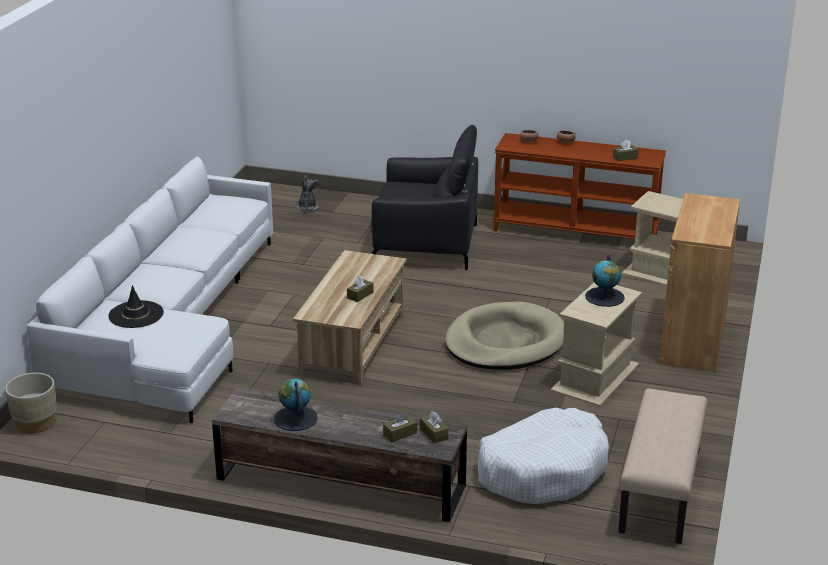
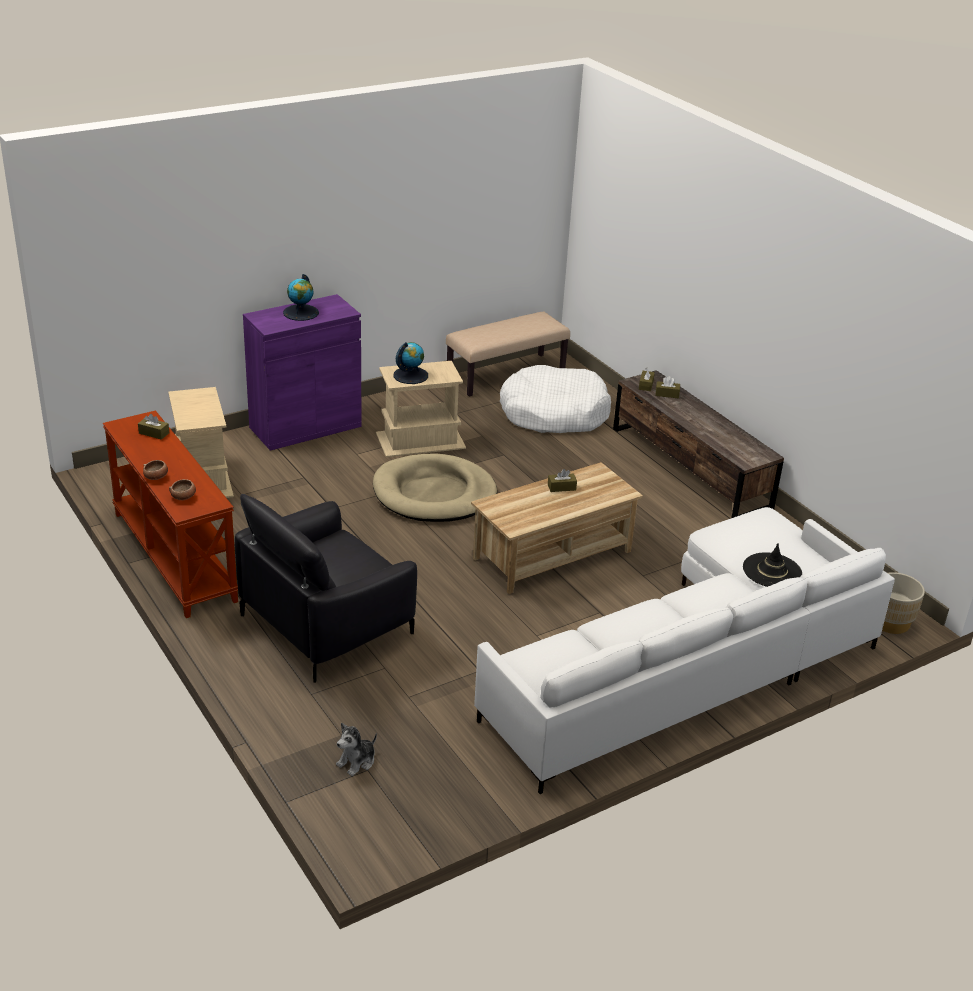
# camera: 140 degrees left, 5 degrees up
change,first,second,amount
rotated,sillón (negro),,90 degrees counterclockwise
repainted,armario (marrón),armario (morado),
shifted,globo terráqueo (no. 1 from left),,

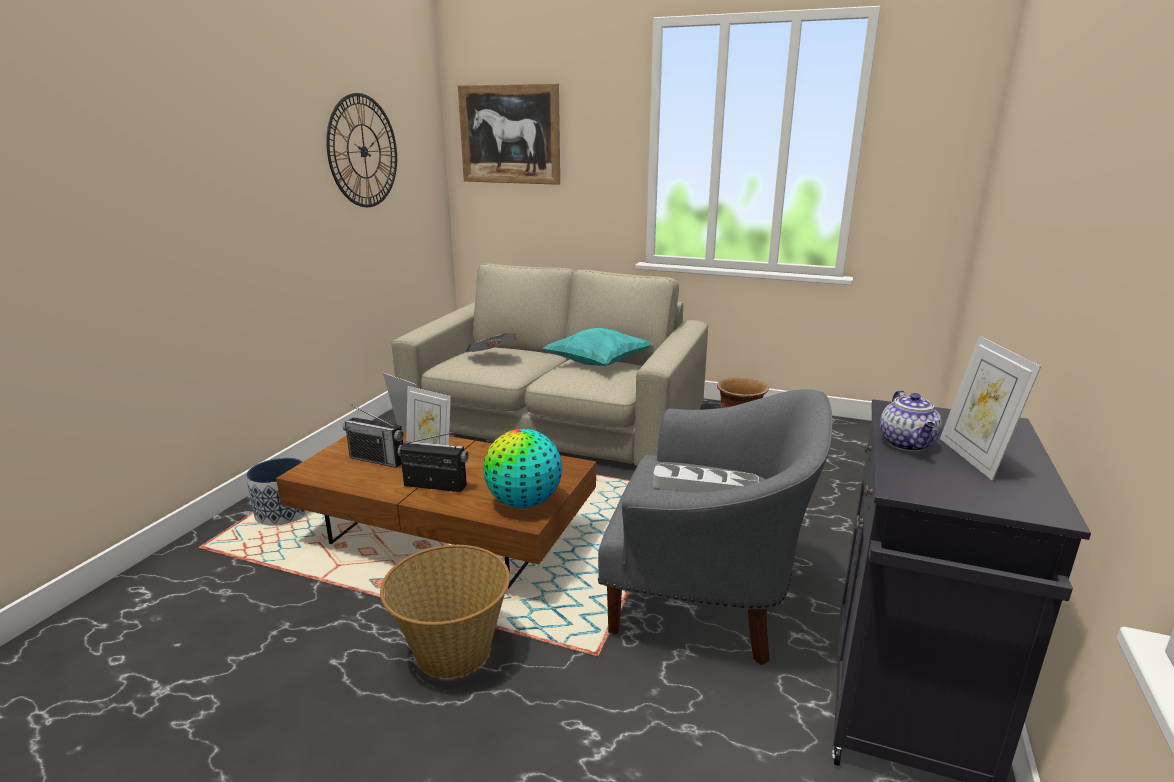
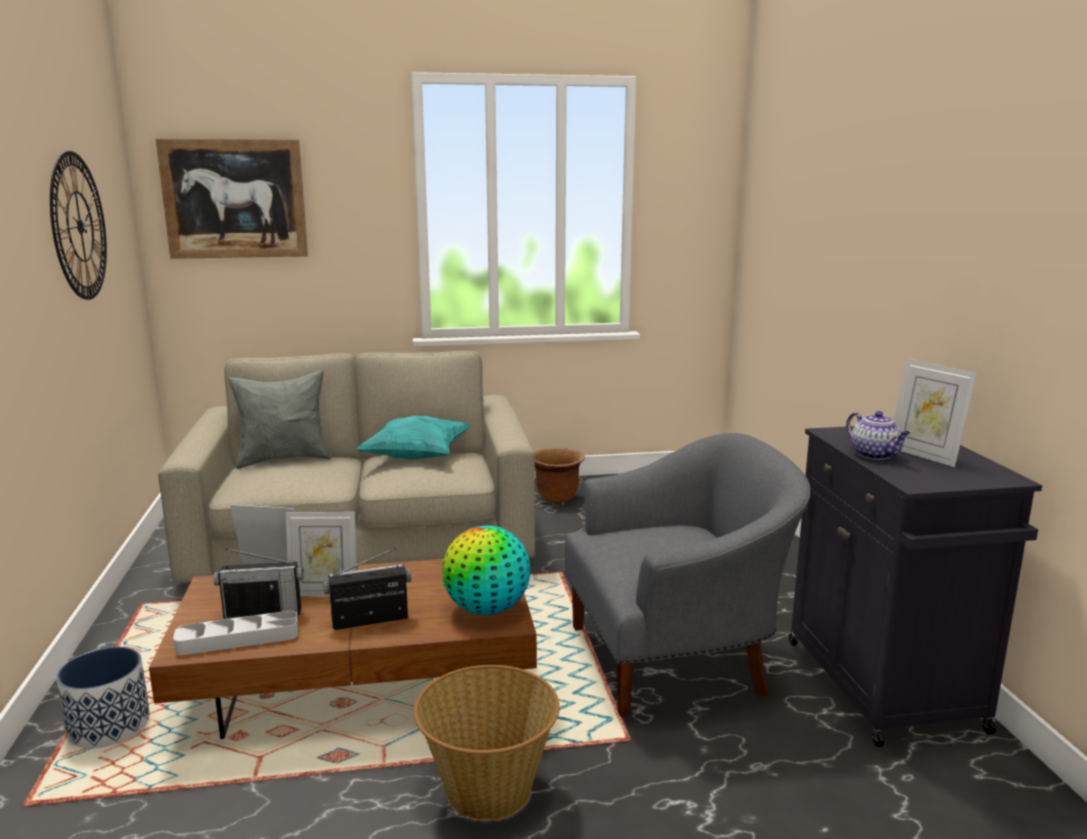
# camera: 30 degrees left, 5 degrees down
change,first,second,amount
gone,periódico,,
shifted,bandeja (gris),,
new,,cojín (gris),

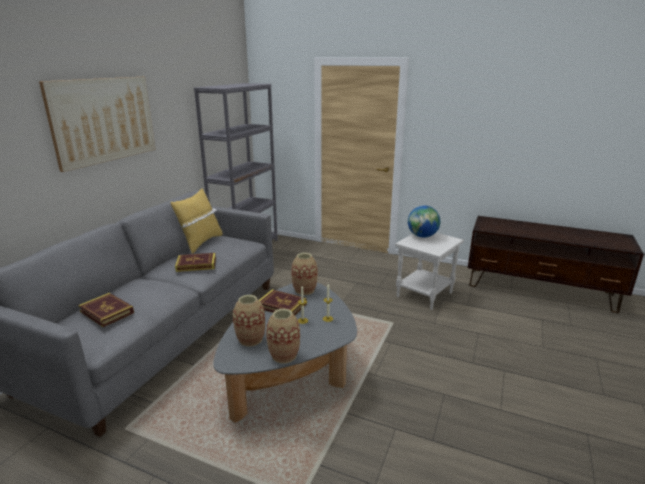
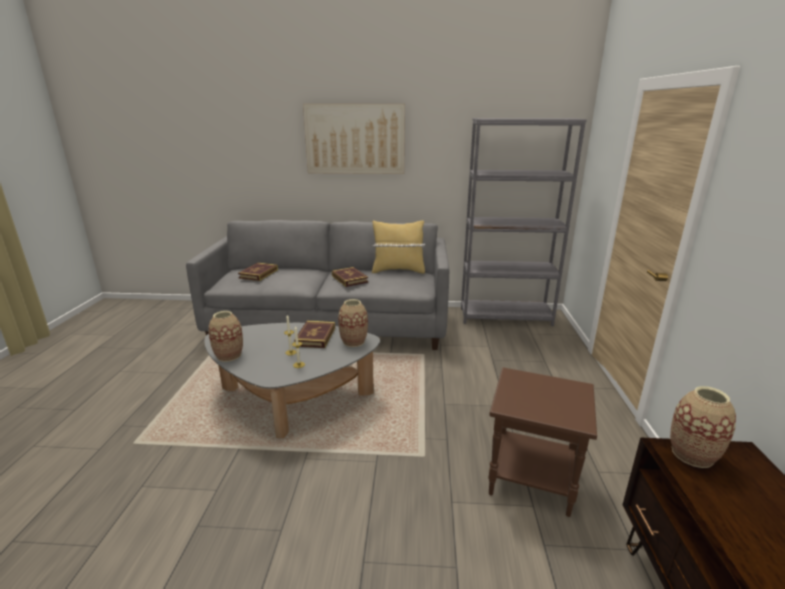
# camera: 70 degrees right, 0 degrees up
change,first,second,amount
gone,globo terráqueo,,
repainted,mesa auxiliar (blanco),mesa auxiliar (marrón),
shifted,florero (no. 1 from left in the first image),florero (no. 3 from left),

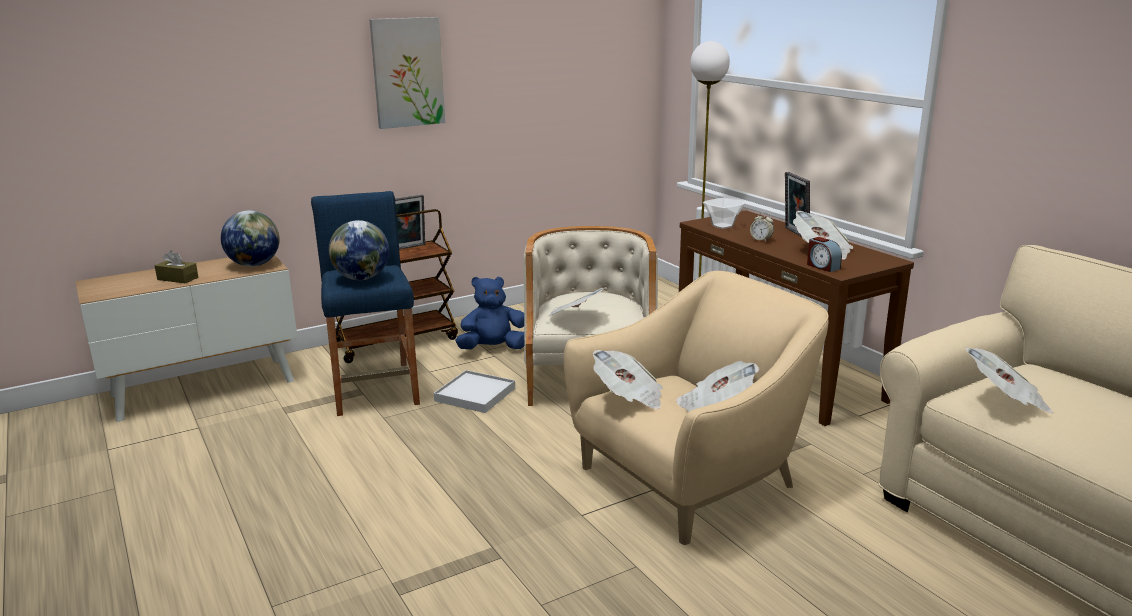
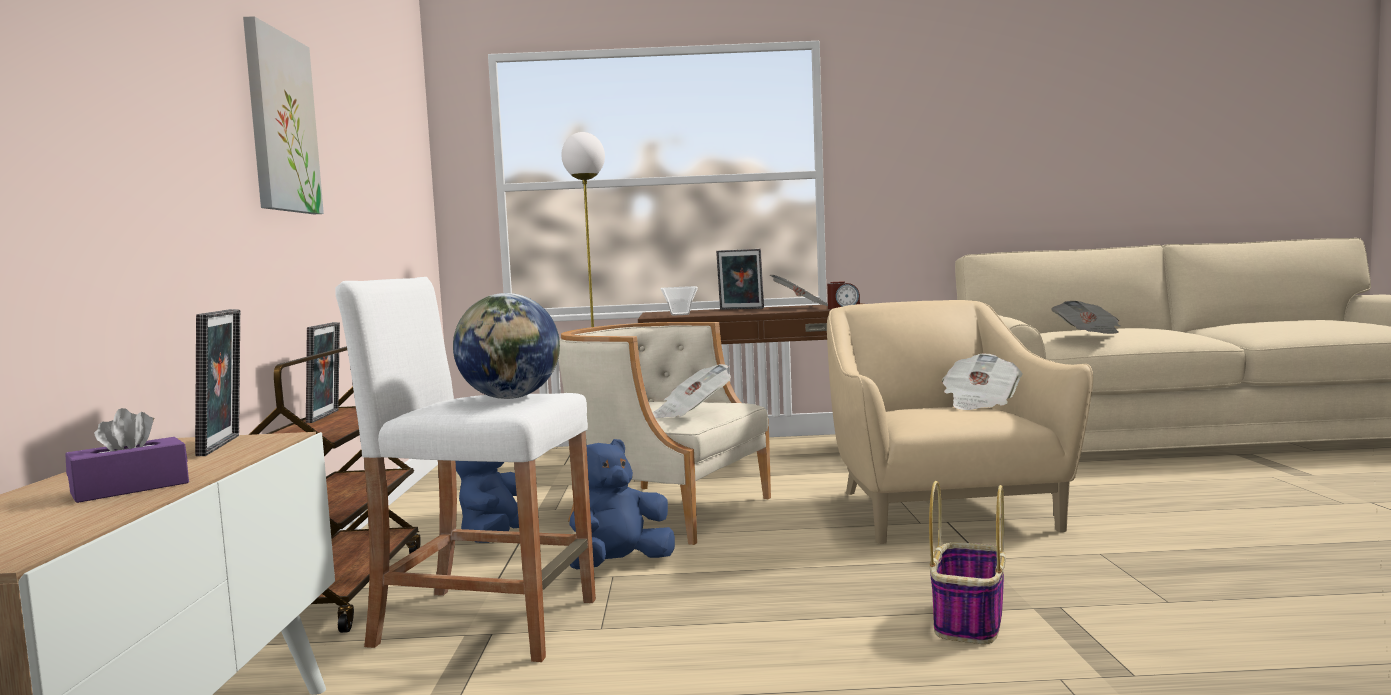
# camera: 60 degrees left, 15 degrees down
change,first,second,amount
repainted,taburete (azul),taburete (blanco),
swapped,globo terráqueo (no. 1 from left),portarretratos (no. 1 from left),
gone,despertador (no. 1 from left),,
repainted,caja de pañuelos (marrón),caja de pañuelos (morado),
gone,periódico (no. 2 from left),,
swapped,bandeja (blanco),peluche (azul) (no. 2 from left),
new,,cesta,

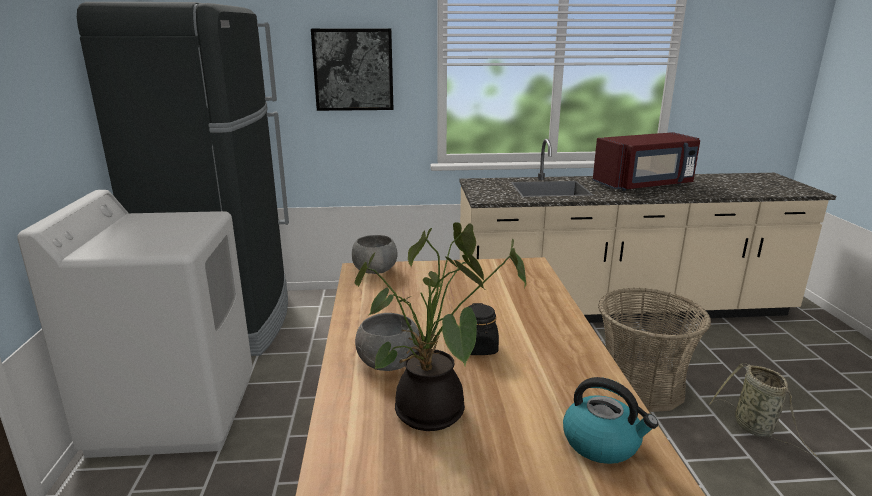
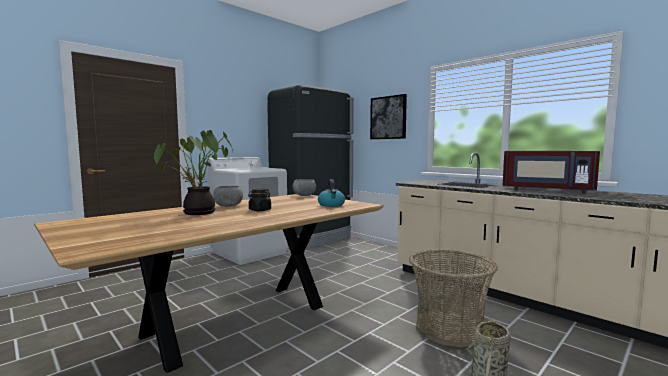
# camera: 50 degrees right, 15 degrees down
change,first,second,amount
shifted,hervidor,,

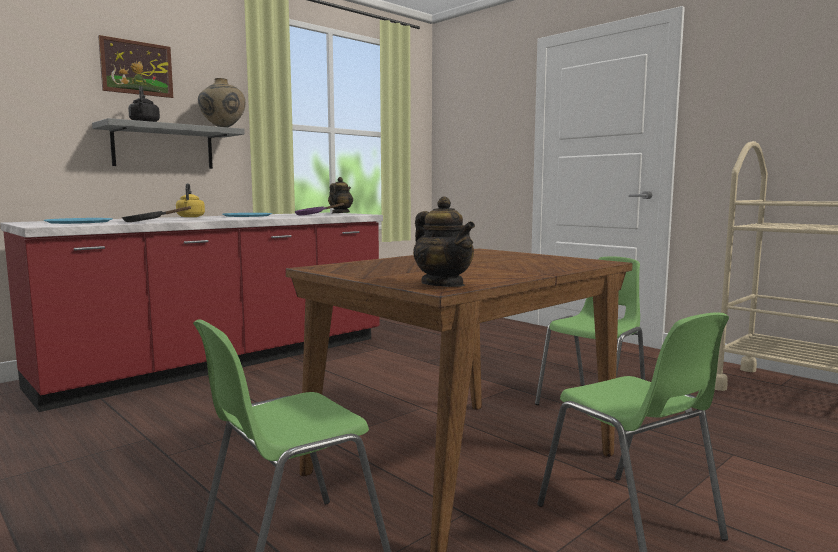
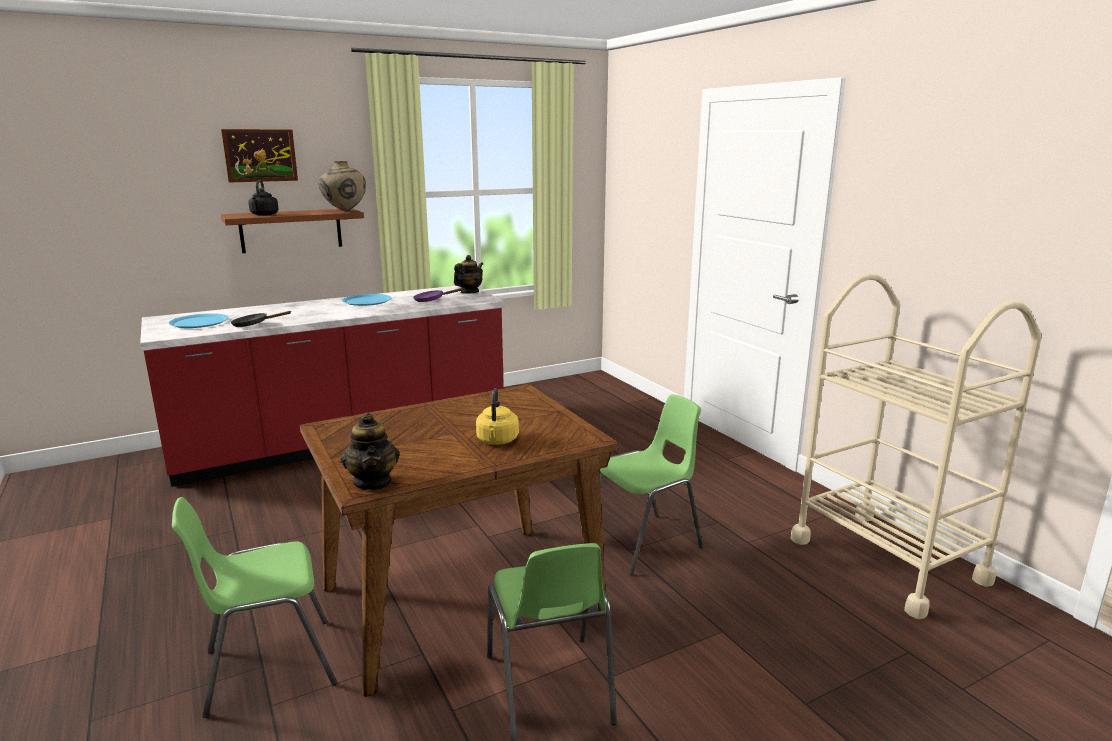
# camera: 15 degrees right, 10 degrees up
change,first,second,amount
repainted,estante (gris),estante (marrón),
shifted,hervidor (amarillo),,

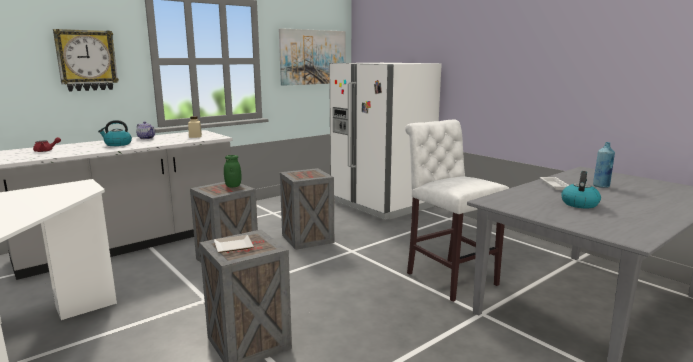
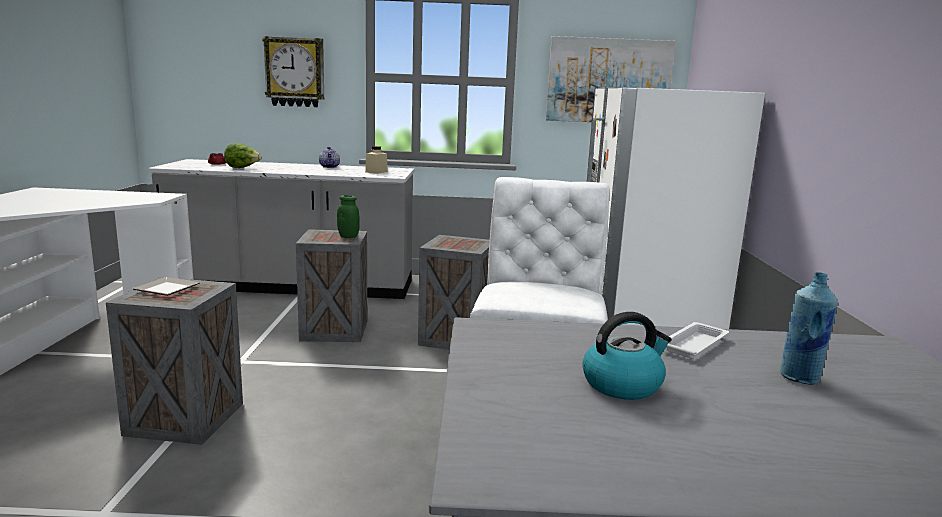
# camera: 40 degrees right, 0 degrees up
change,first,second,amount
gone,hervidor (no. 1 from left),,
new,,lechuga,

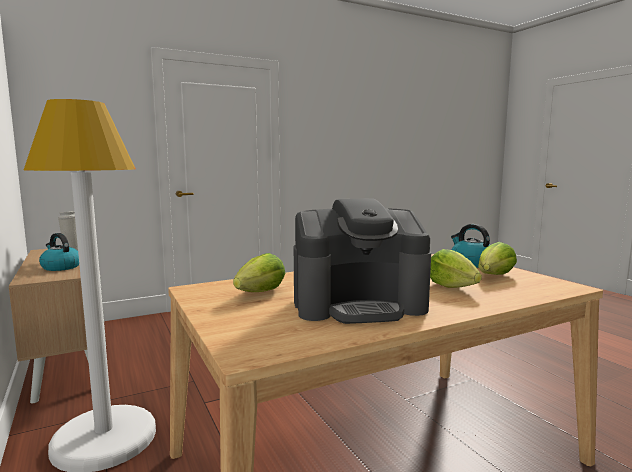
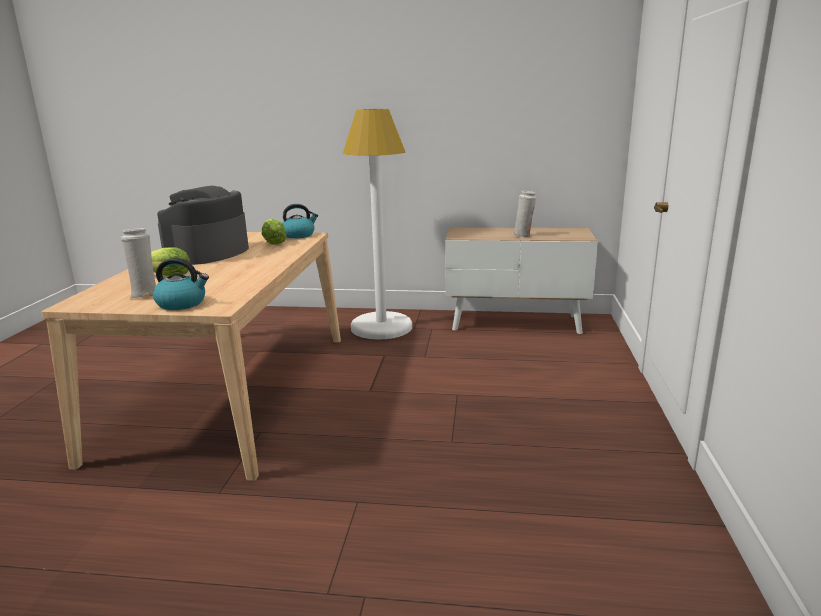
# camera: 125 degrees right, 10 degrees up
change,first,second,amount
shifted,hervidor (no. 1 from left in the first image),hervidor (no. 2 from left),
swapped,lechuga (no. 3 from left),florero (blanco) (no. 1 from left),

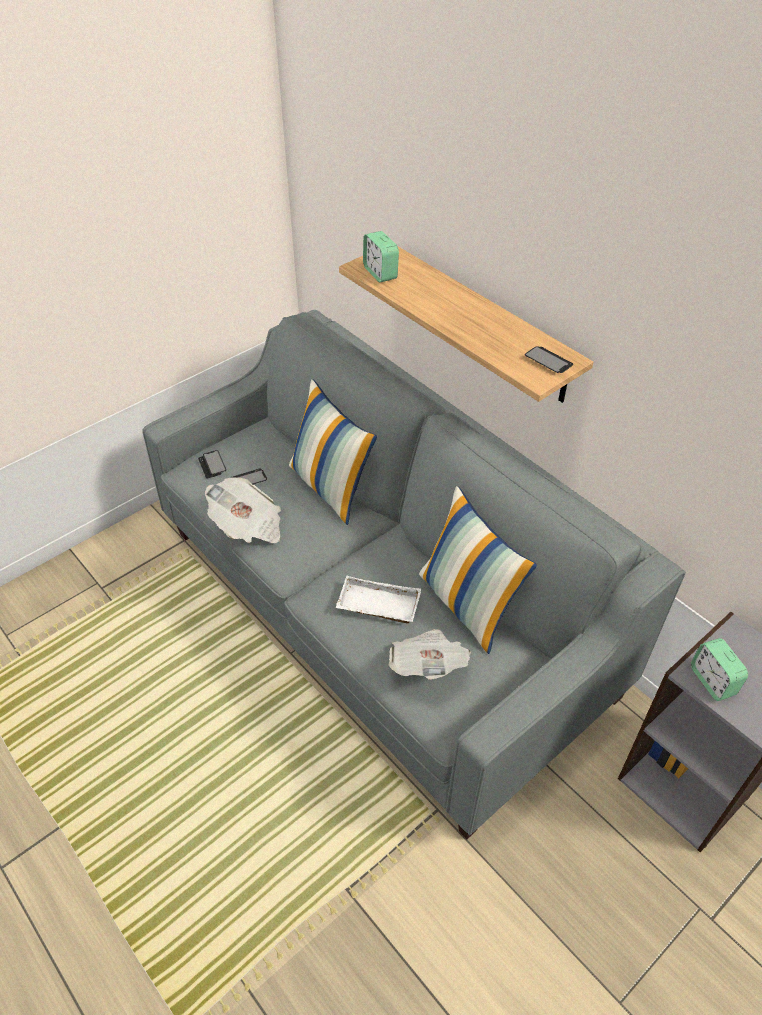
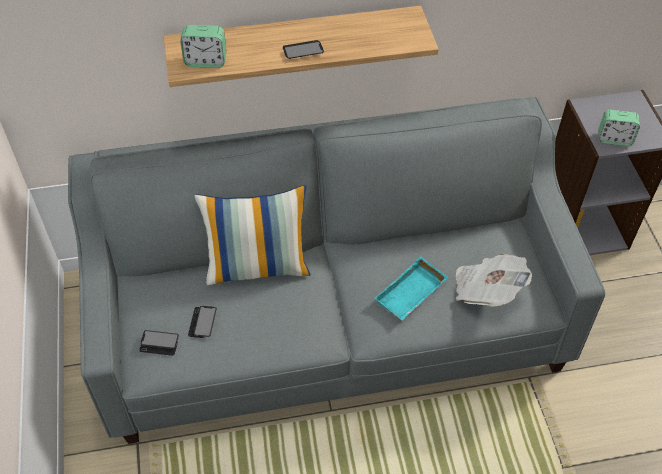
# camera: 60 degrees left, 5 degrees up
change,first,second,amount
shifted,móvil (no. 3 from left),,
gone,periódico (no. 1 from left),,
gone,cojín (no. 2 from left),,
repainted,bandeja (blanco),bandeja (turquesa),

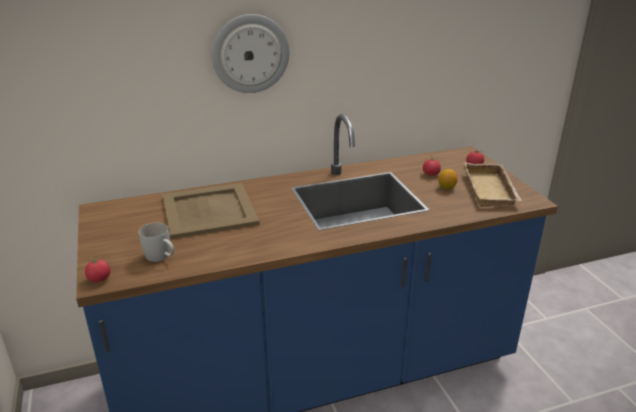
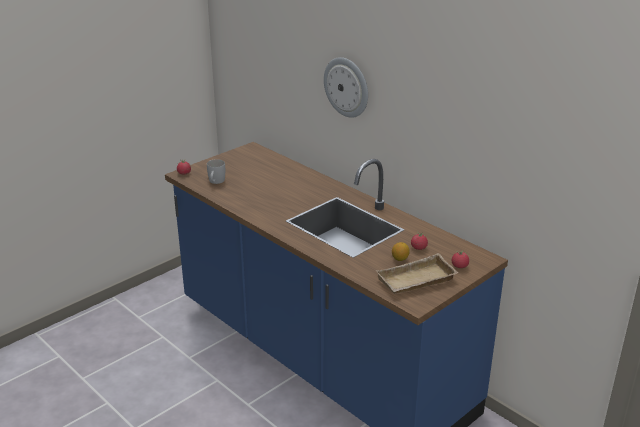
# camera: 65 degrees right, 0 degrees up
change,first,second,amount
gone,bandeja (beis) (no. 1 from left),,

